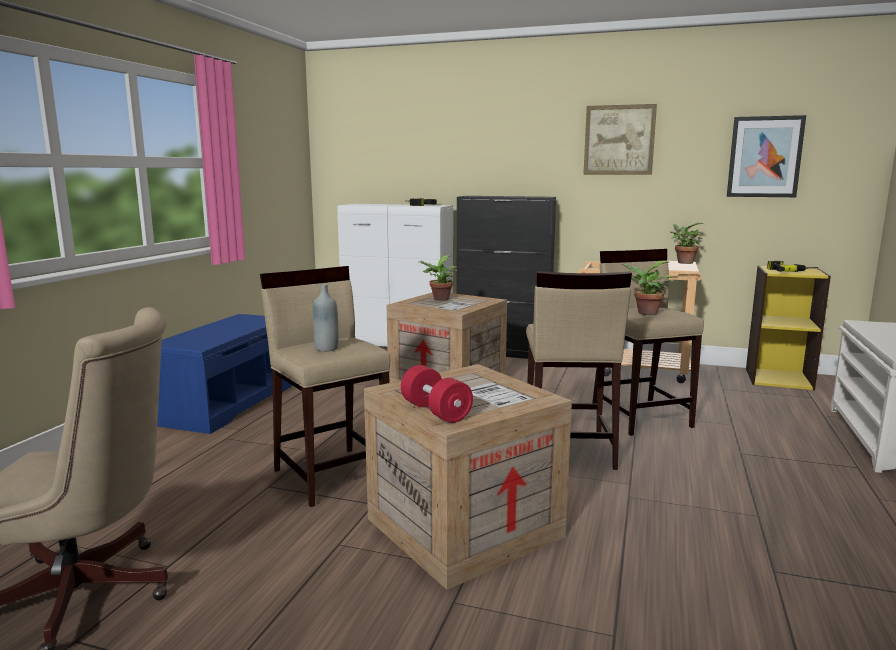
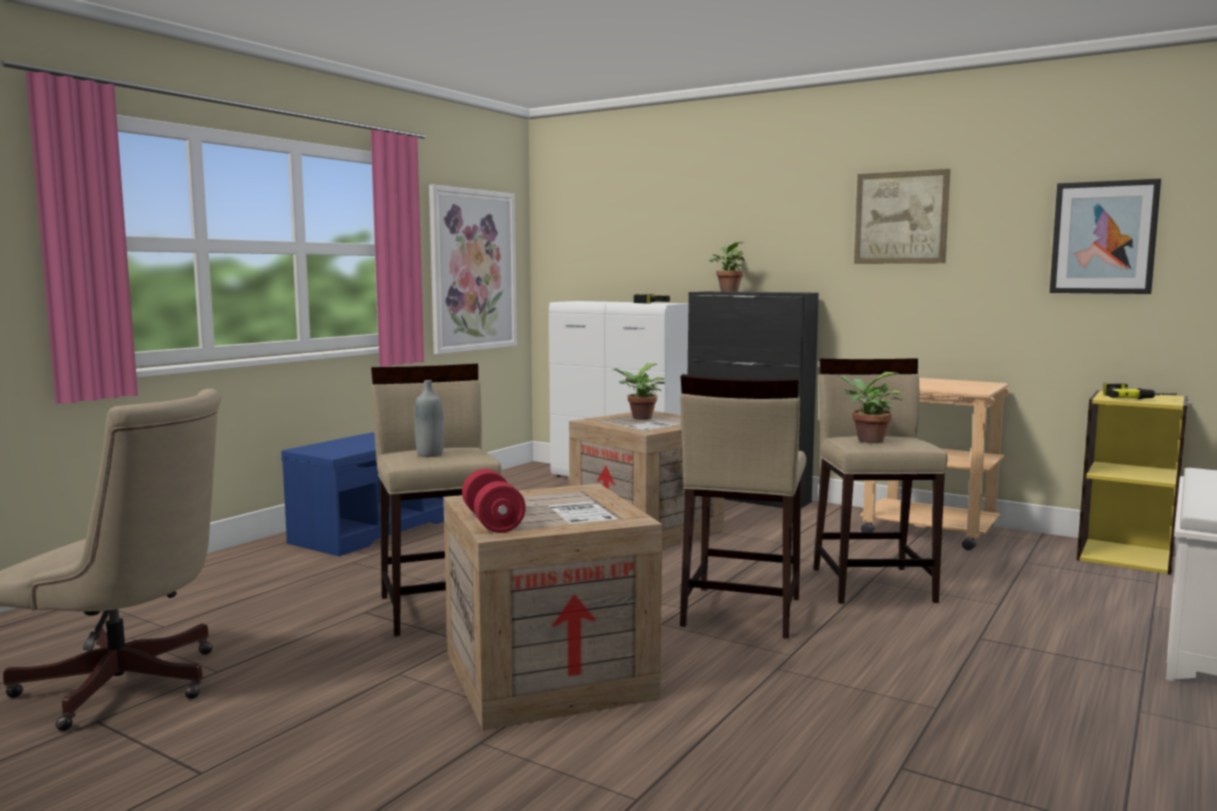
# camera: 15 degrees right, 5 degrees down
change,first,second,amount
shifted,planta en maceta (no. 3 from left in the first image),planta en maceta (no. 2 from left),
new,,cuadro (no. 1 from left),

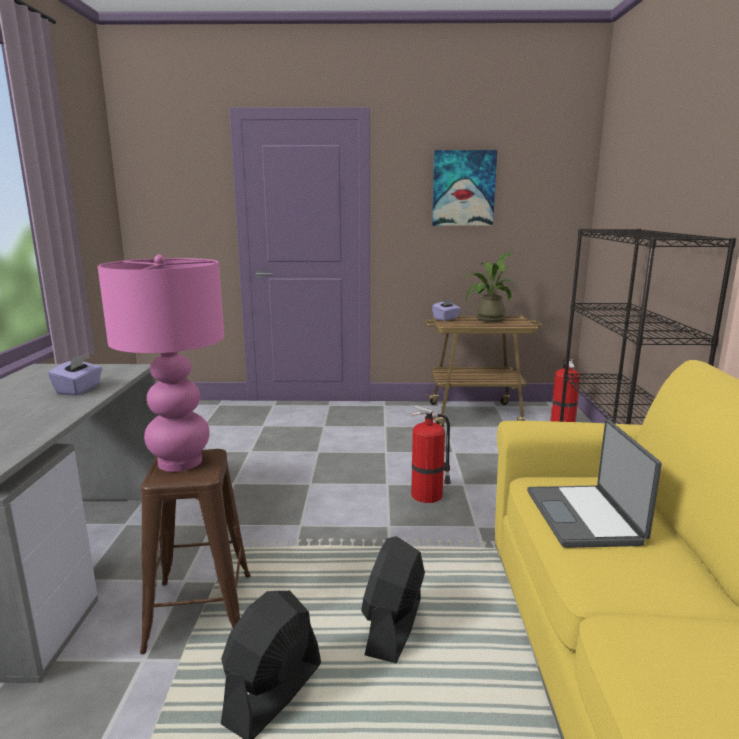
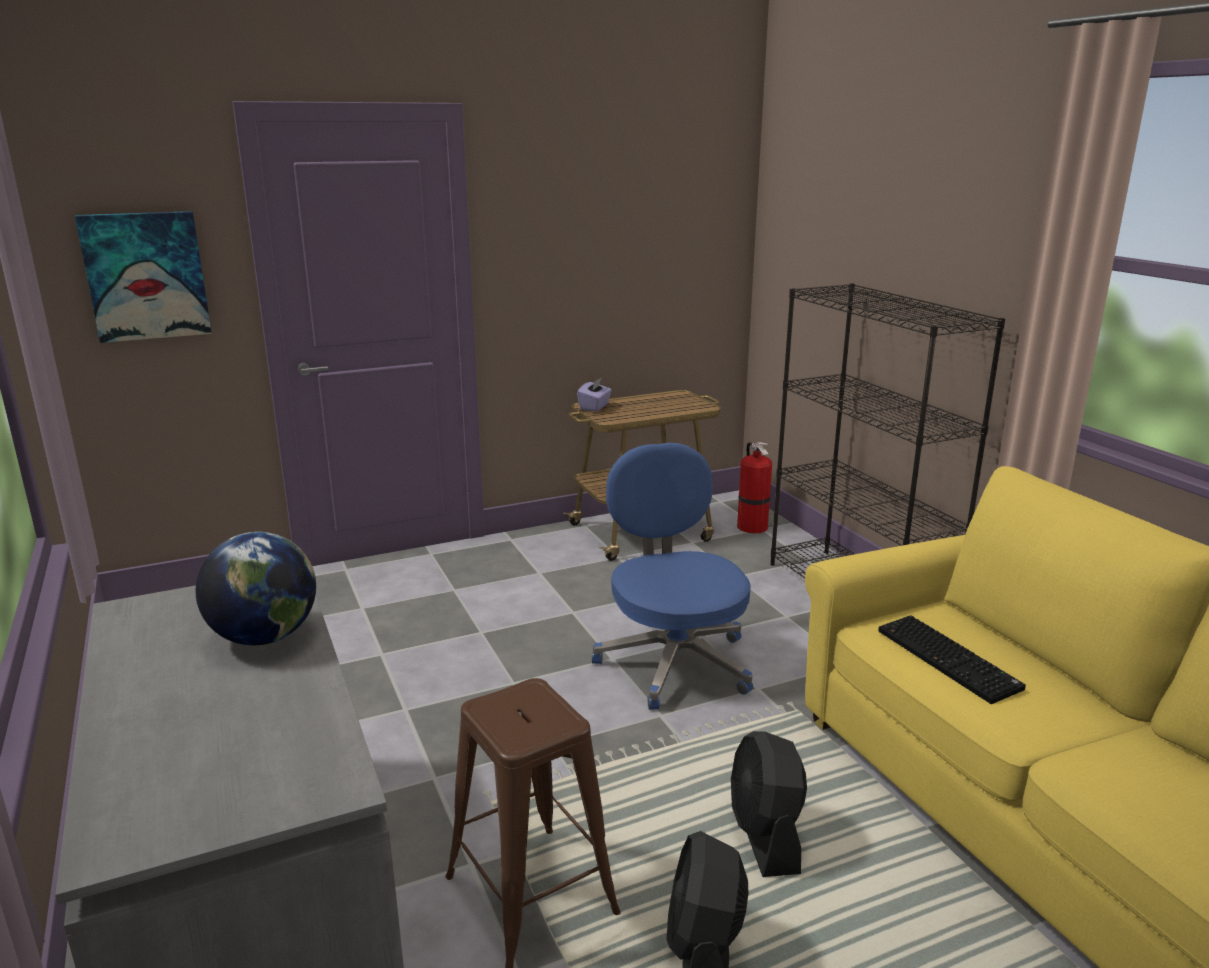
# camera: 25 degrees left, 5 degrees up
change,first,second,amount
shifted,cuadro,,
gone,planta en maceta,,
gone,lámpara de mesa (rosa),,
swapped,caja de pañuelos (morado) (no. 1 from left),globo terráqueo,
swapped,extintor (no. 1 from left),silla de oficina (azul),
swapped,portátil,teclado,

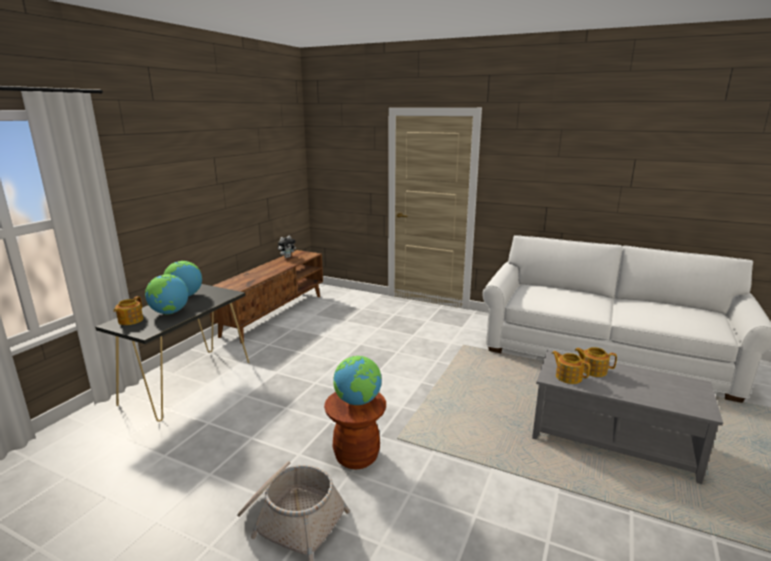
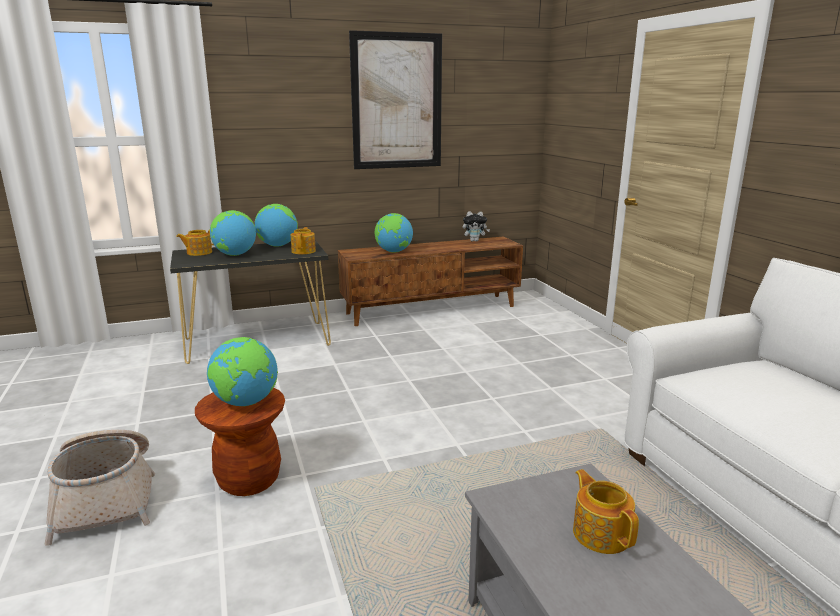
# camera: 45 degrees right, 0 degrees up
change,first,second,amount
shifted,tetera (no. 2 from left),,
new,,cuadro,
new,,globo terráqueo (no. 4 from left),

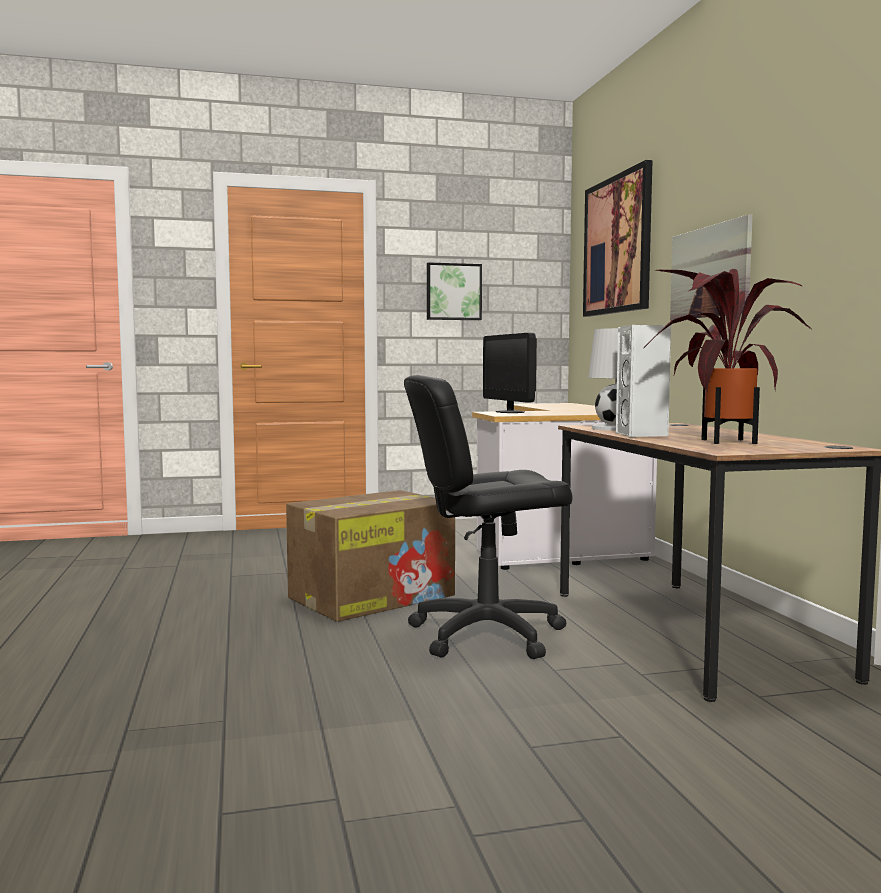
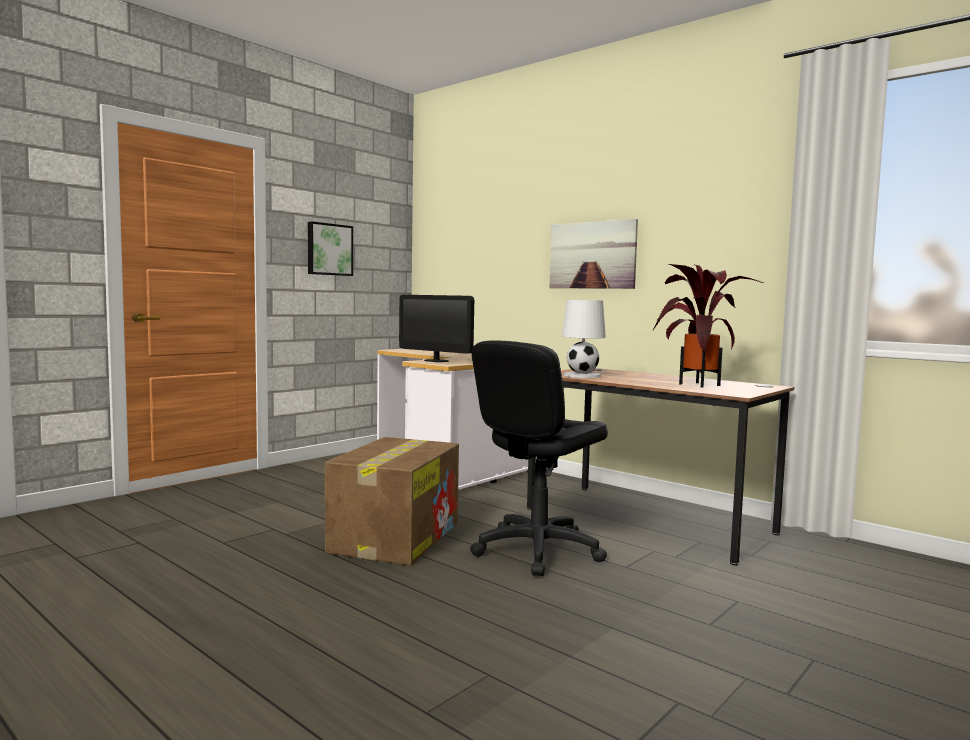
# camera: 35 degrees left, 0 degrees up
change,first,second,amount
gone,cuadro (no. 2 from left),,
gone,altavoz (blanco),,

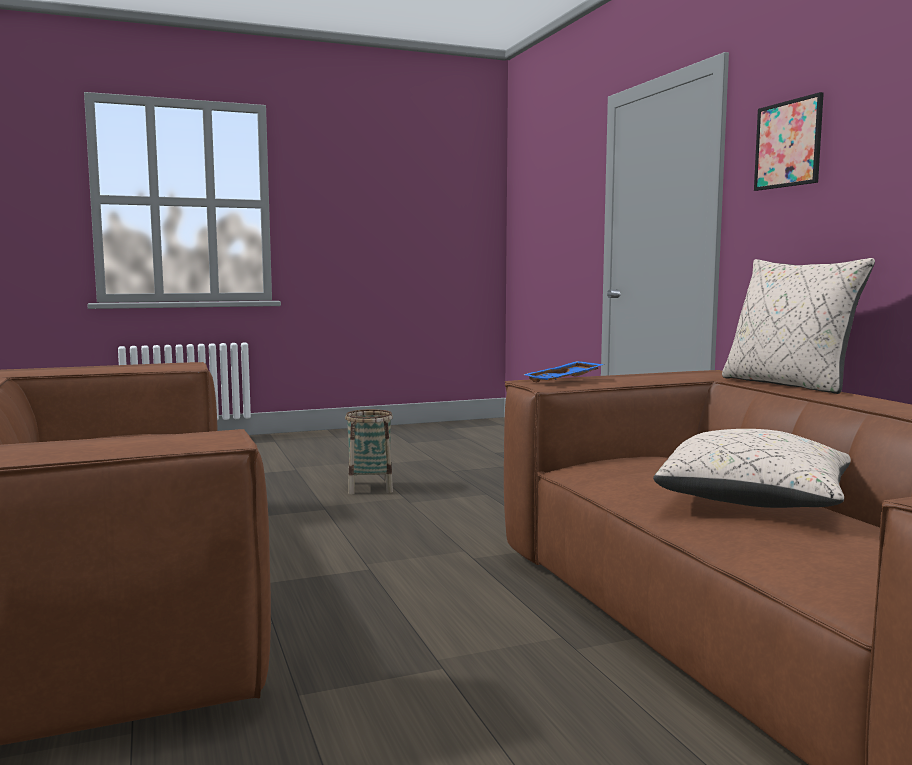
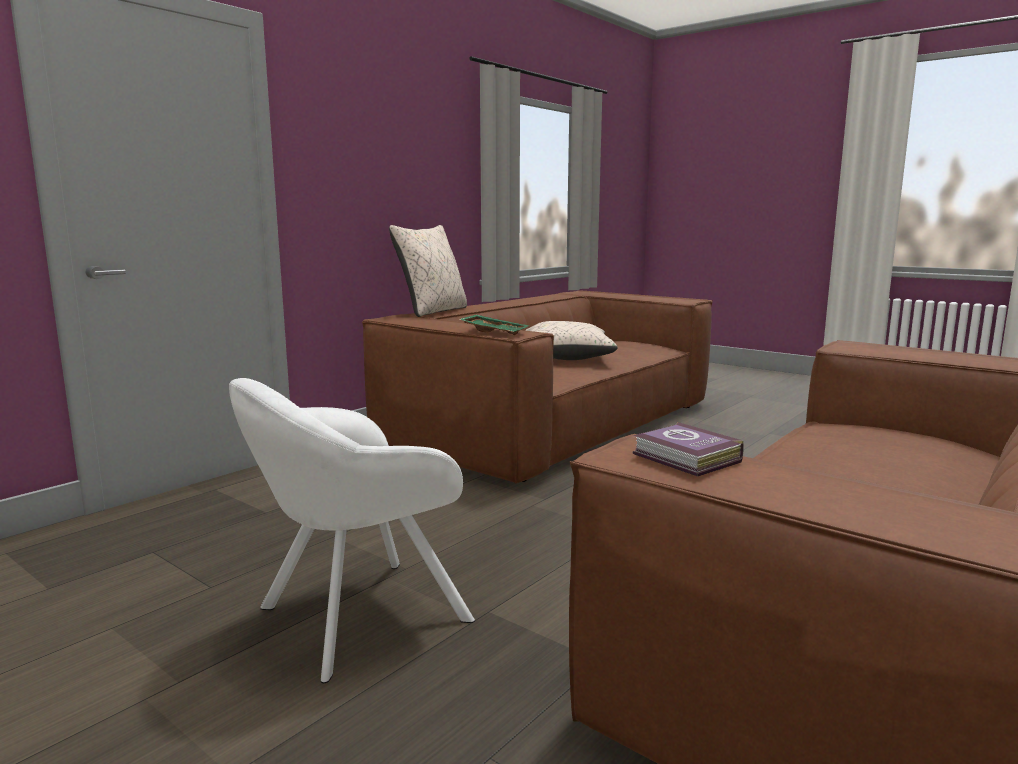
# camera: 120 degrees left, 5 degrees up
change,first,second,amount
gone,cuadro,,
repainted,bandeja (azul),bandeja (verde),
swapped,cesta,sillón (blanco),
new,,libro,

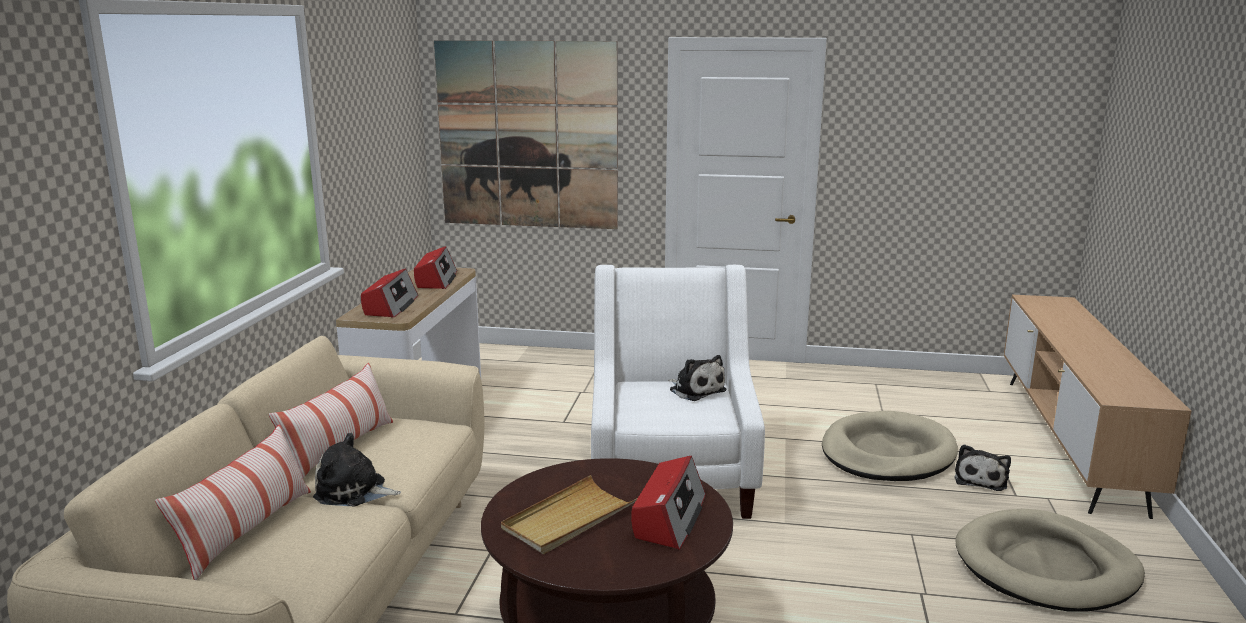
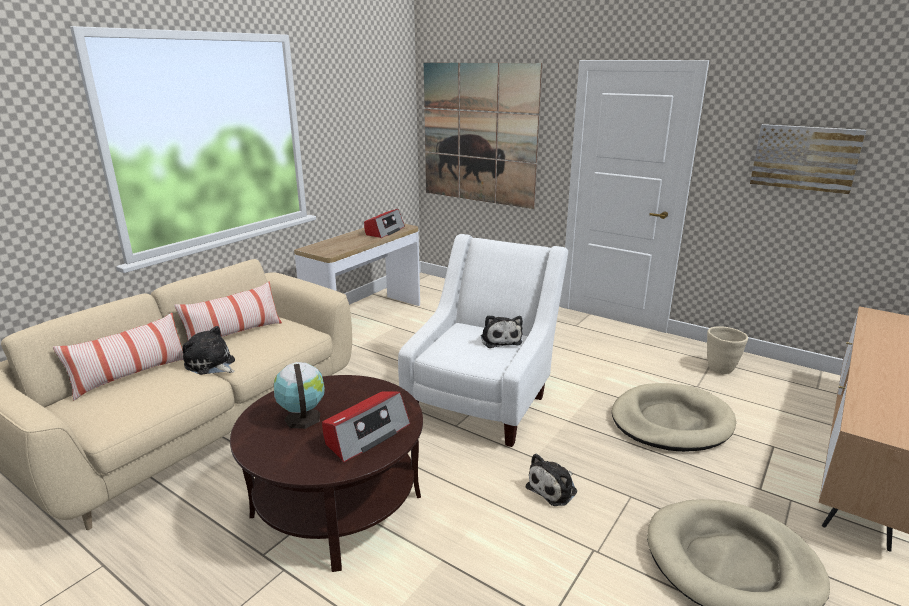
# camera: 25 degrees right, 5 degrees up
change,first,second,amount
gone,radio (no. 1 from left),,
shifted,peluche (no. 3 from left),,
swapped,bandeja (beis),globo terráqueo,
new,,cuadro (no. 2 from left),
new,,maceta (beis),

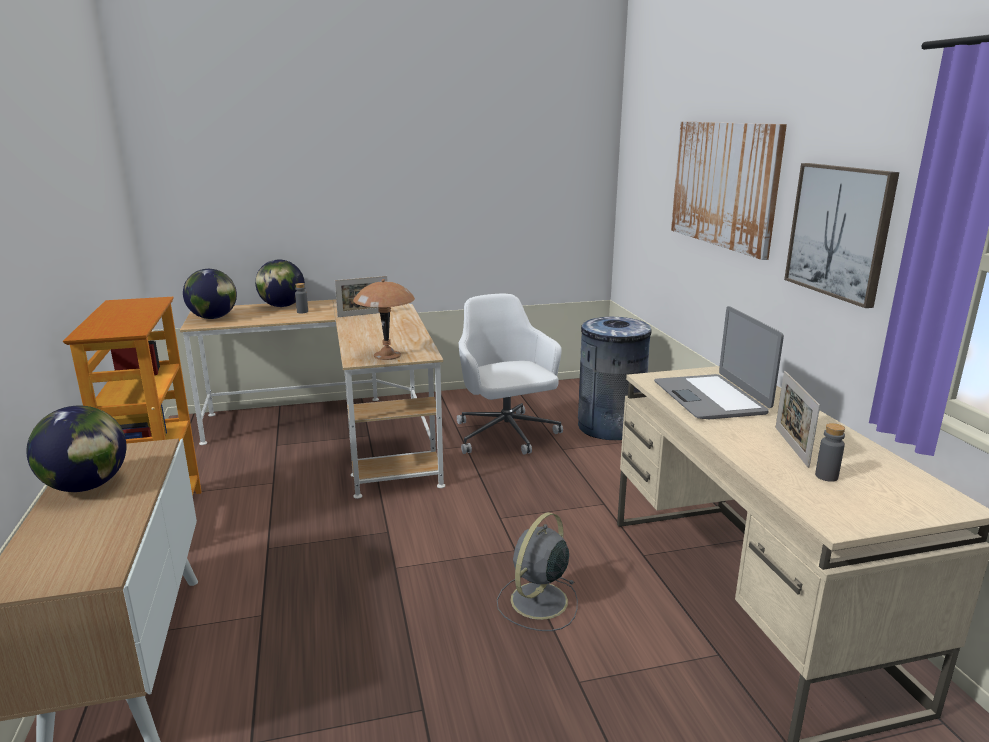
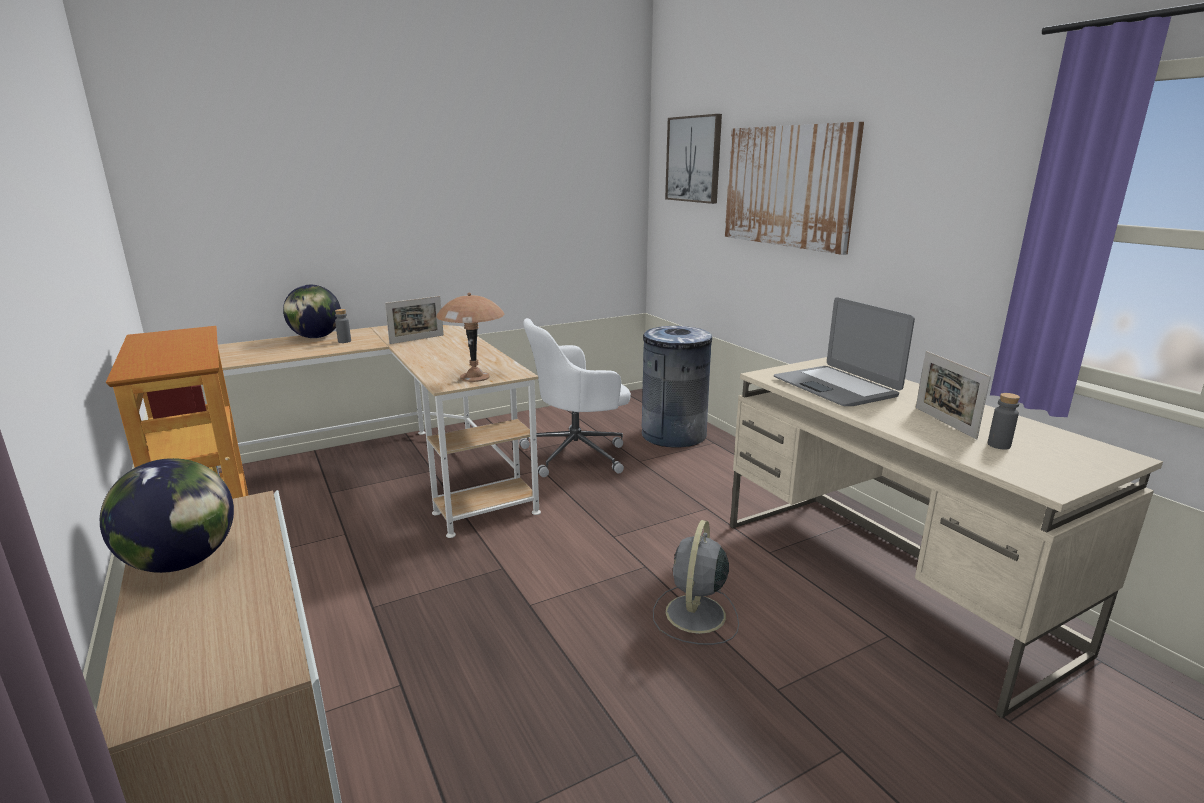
# camera: 15 degrees left, 0 degrees up
change,first,second,amount
shifted,cuadro (no. 2 from left in the first image),cuadro (no. 1 from left),
gone,globo terráqueo (no. 2 from left),,
rotated,silla de oficina (blanco),,75 degrees counterclockwise

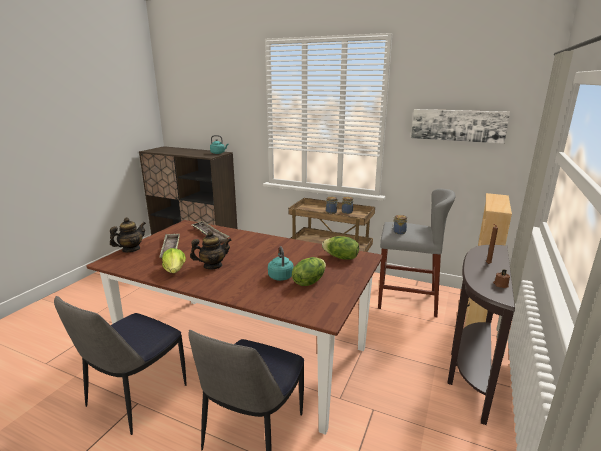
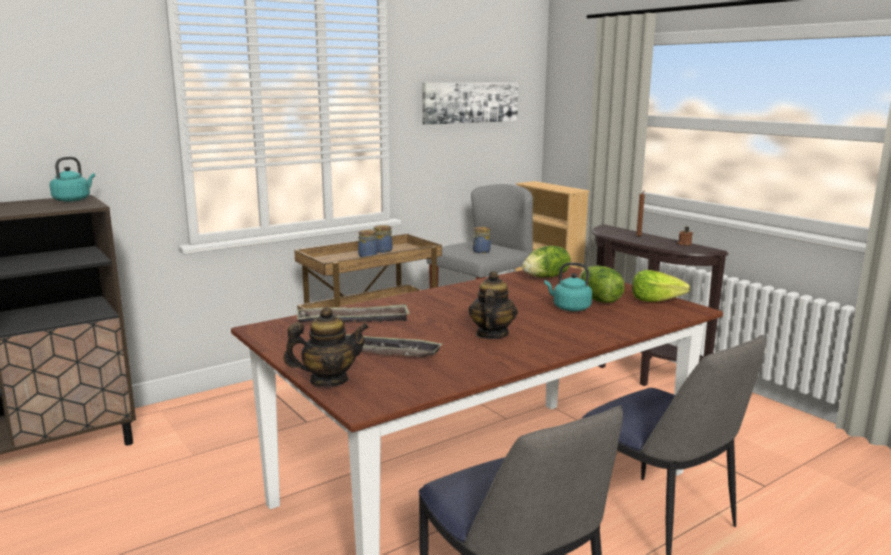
# camera: 60 degrees left, 5 degrees down
change,first,second,amount
rotated,tetera (no. 1 from left),,90 degrees clockwise
shifted,lechuga (no. 1 from left in the first image),lechuga (no. 3 from left),

